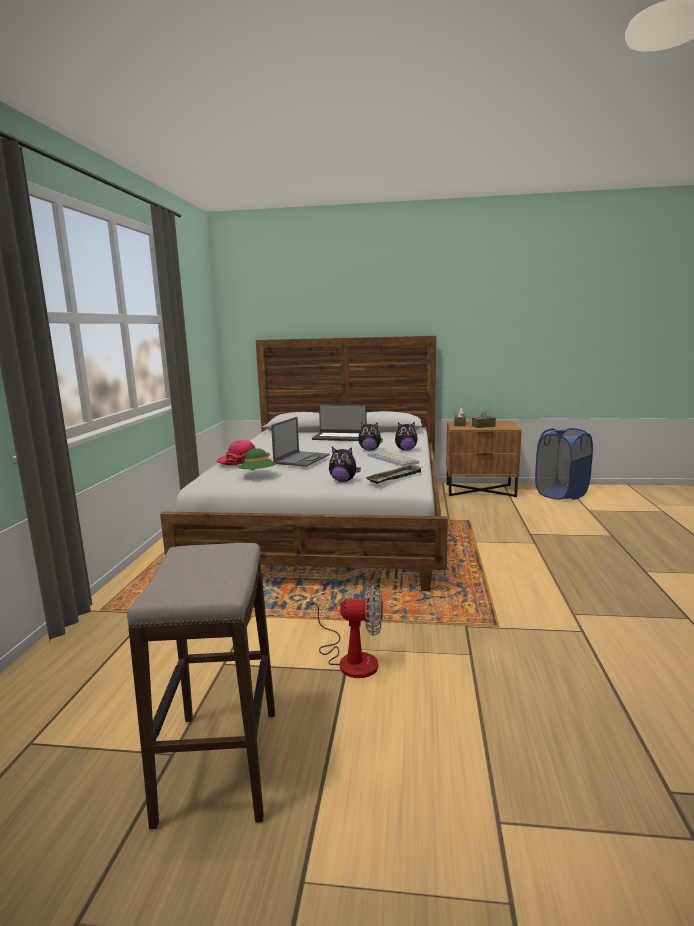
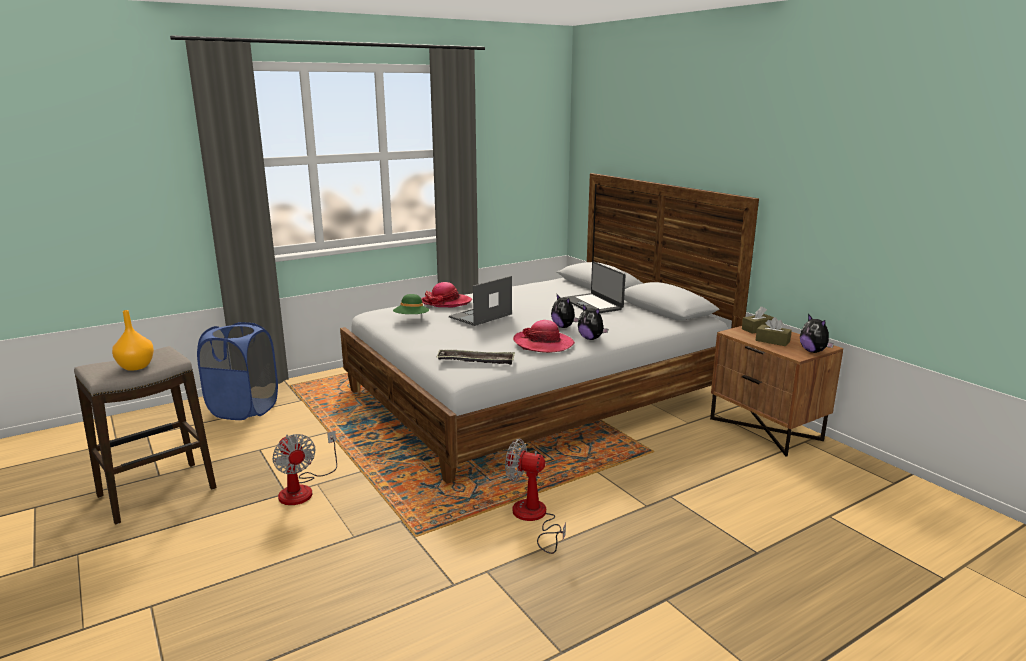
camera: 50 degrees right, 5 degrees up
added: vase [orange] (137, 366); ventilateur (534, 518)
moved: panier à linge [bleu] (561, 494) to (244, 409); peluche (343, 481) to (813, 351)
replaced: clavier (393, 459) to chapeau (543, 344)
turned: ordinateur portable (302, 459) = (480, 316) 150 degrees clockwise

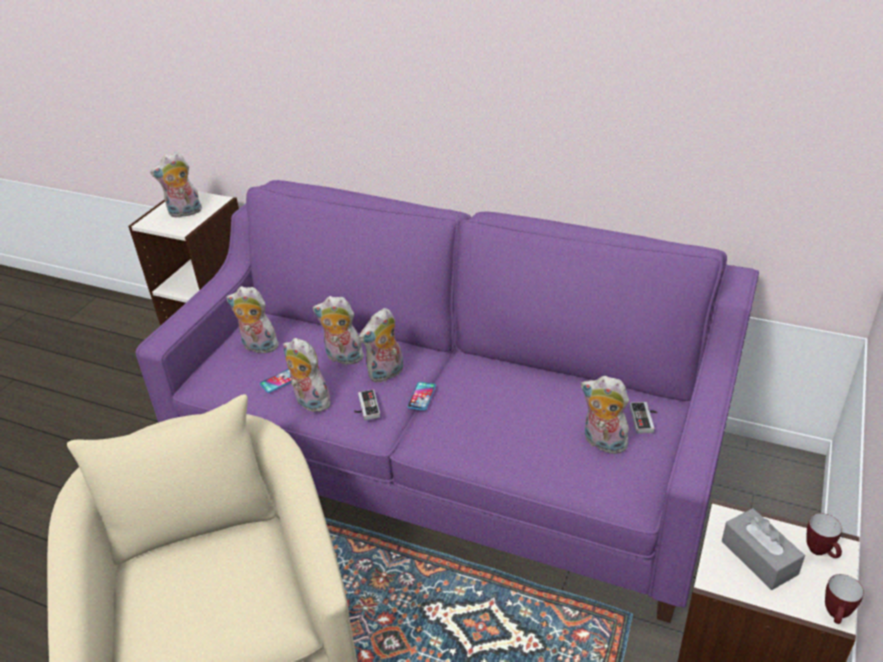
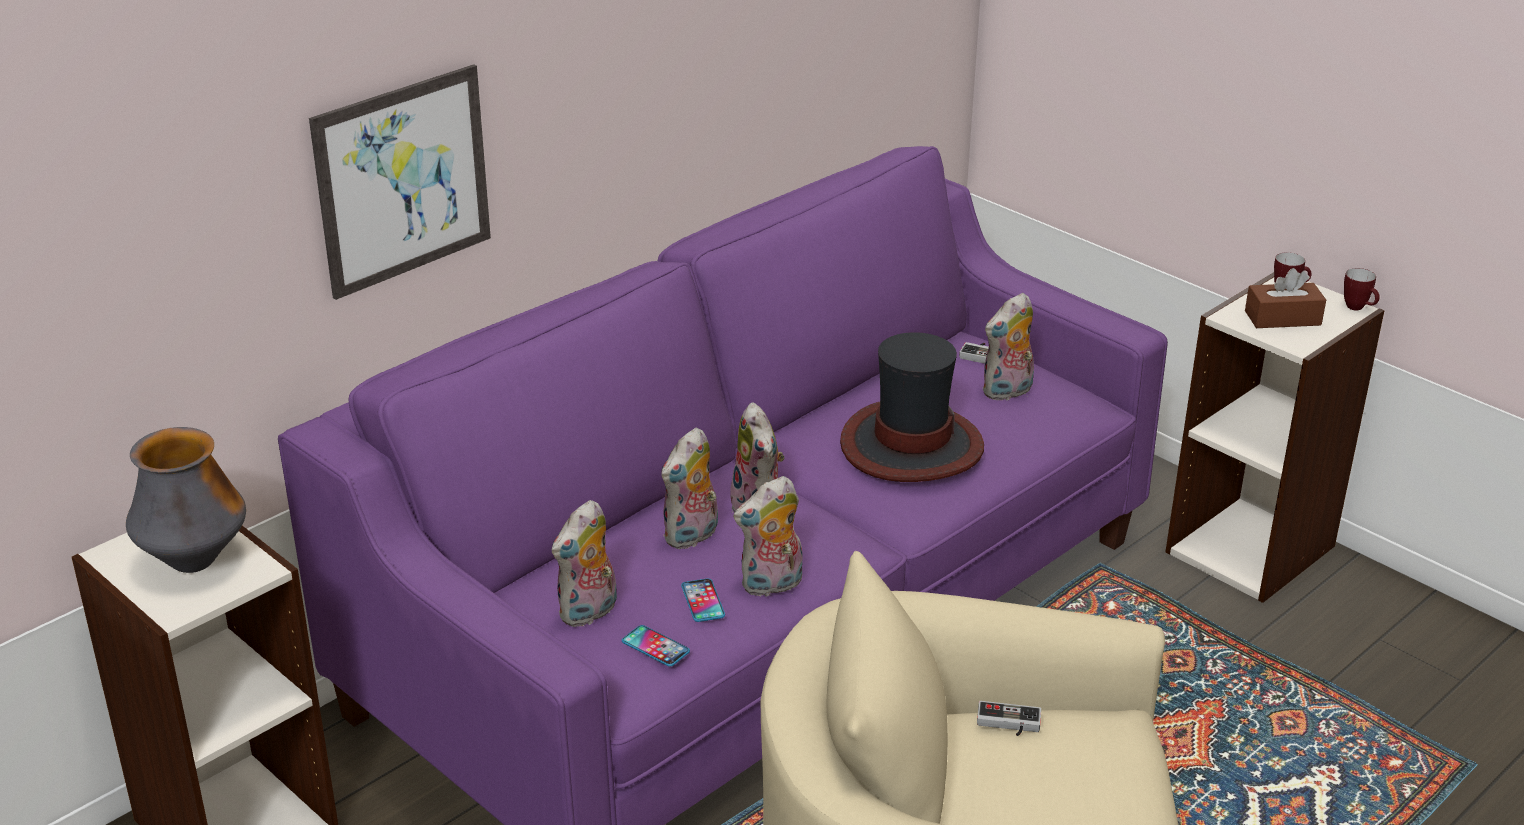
camera: 70 degrees left, 5 degrees down
added: tableau (403, 180); chapeau (911, 445)
moved: téléphone (421, 396) to (655, 647); manette (365, 407) to (1008, 724)
replaced: peluche (184, 213) to vase (194, 561)
recoloured: boîte à mouchoirs [gris] (759, 557) to boîte à mouchoirs [marron] (1282, 318)

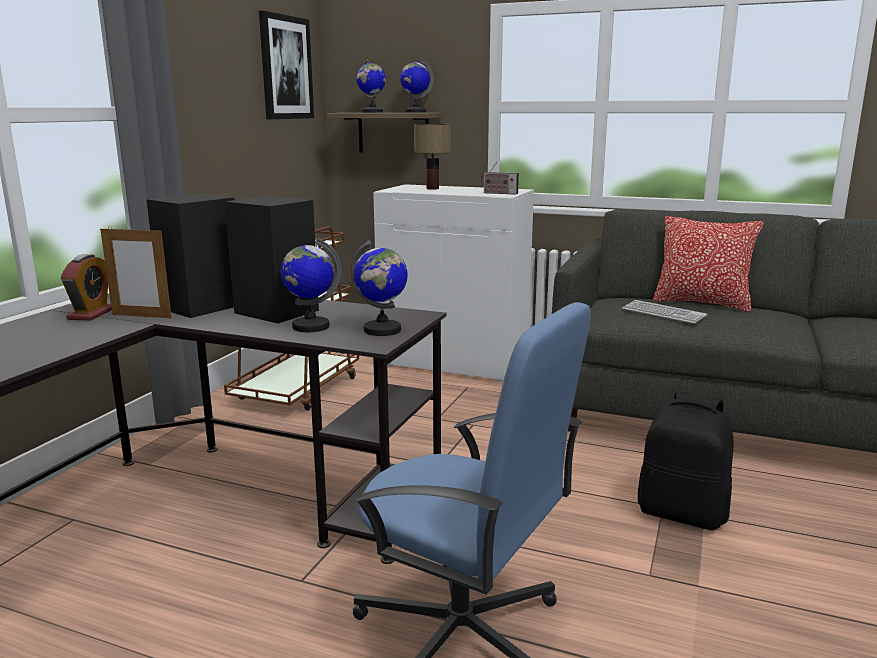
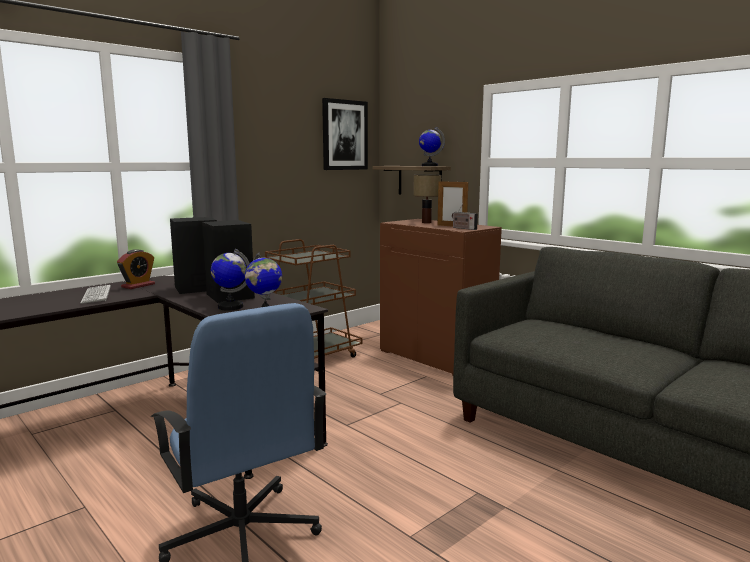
camera: 25 degrees right, 5 degrees down
removed: globe (372, 112); sac à dos [noir] (682, 513); coussin (702, 303)
moved: clavier (663, 313) to (96, 295); cadre photo (141, 316) to (451, 226)
recoloured: meuble de rangement [blanc] (455, 362) to meuble de rangement [marron] (436, 357)

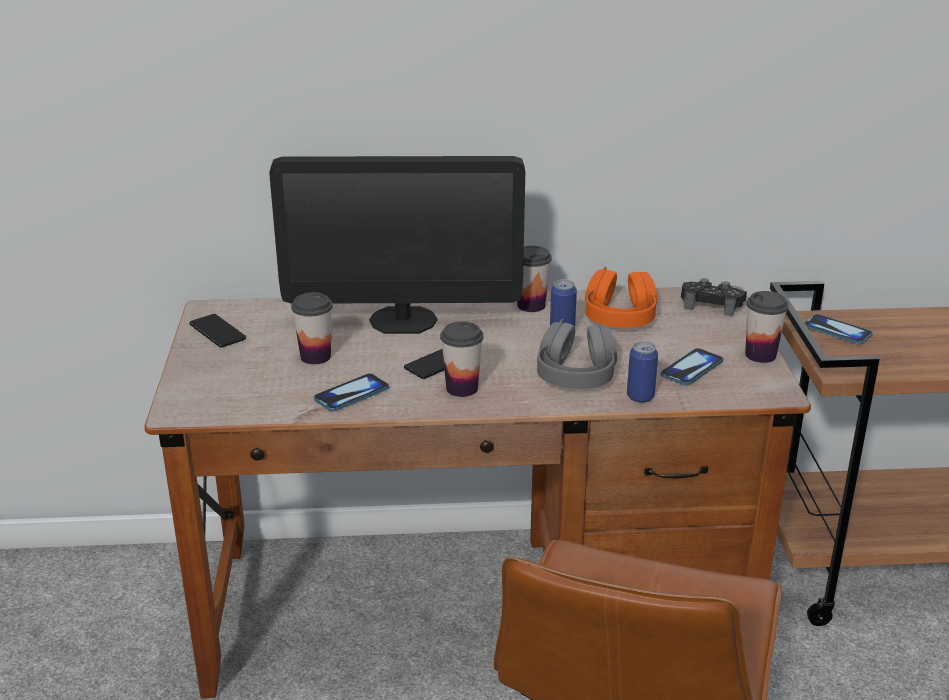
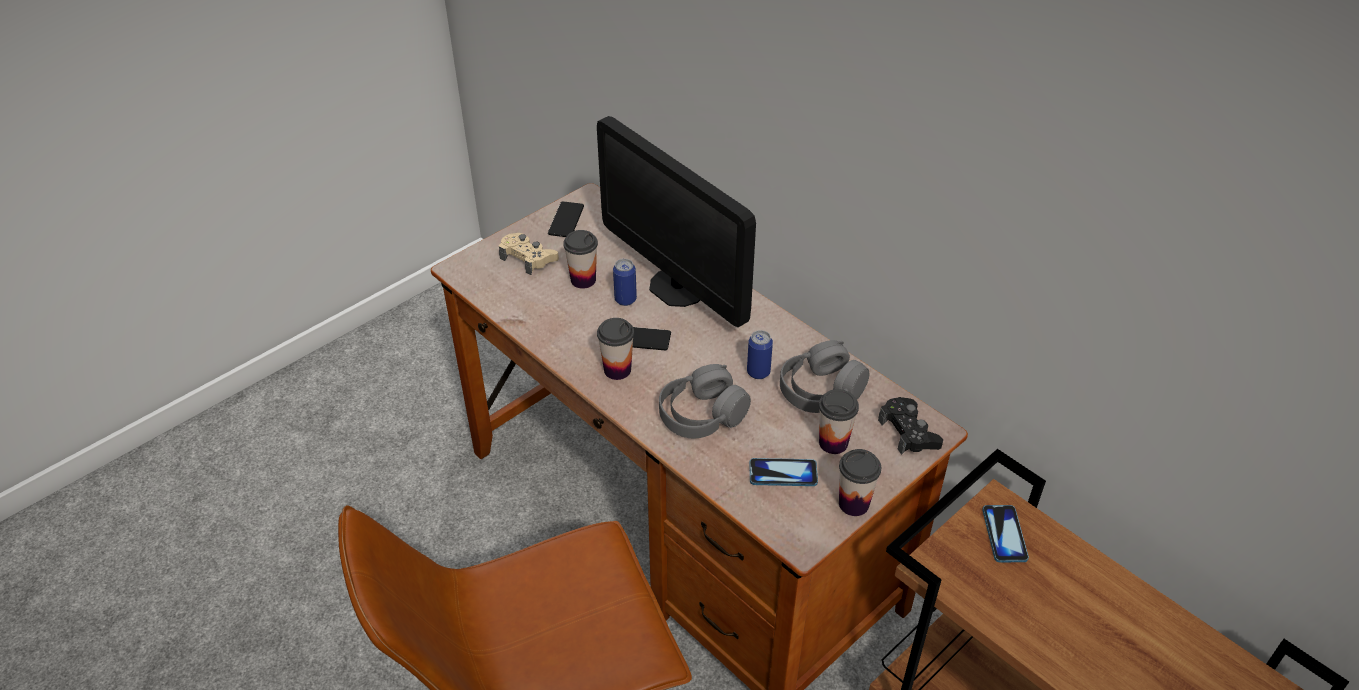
camera: 50 degrees right, 15 degrees up
removed: téléphone (351, 394)
added: manette [beige] (528, 258)
moved: boîte métallique (640, 397) to (625, 299); tasse (531, 305) to (833, 443)
recoloured: casque audio [orange] (620, 316) to casque audio [gris] (820, 390)

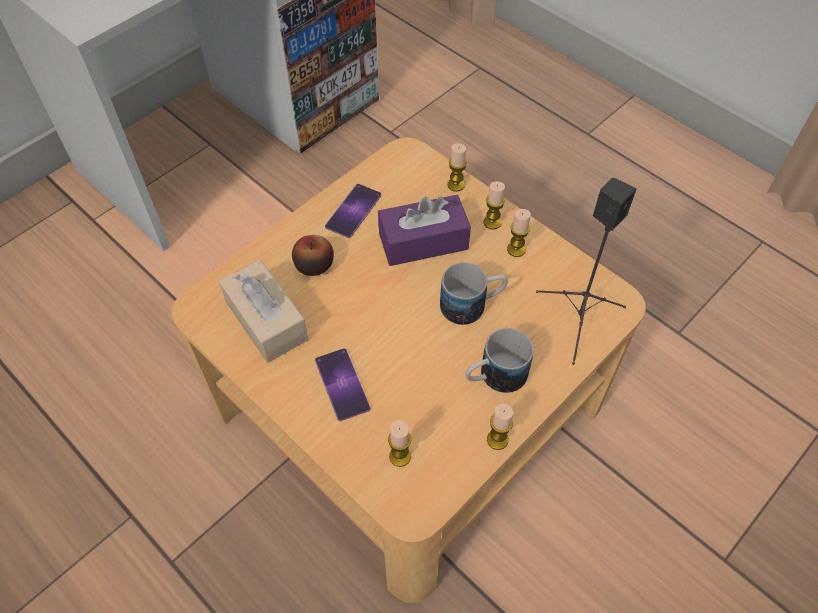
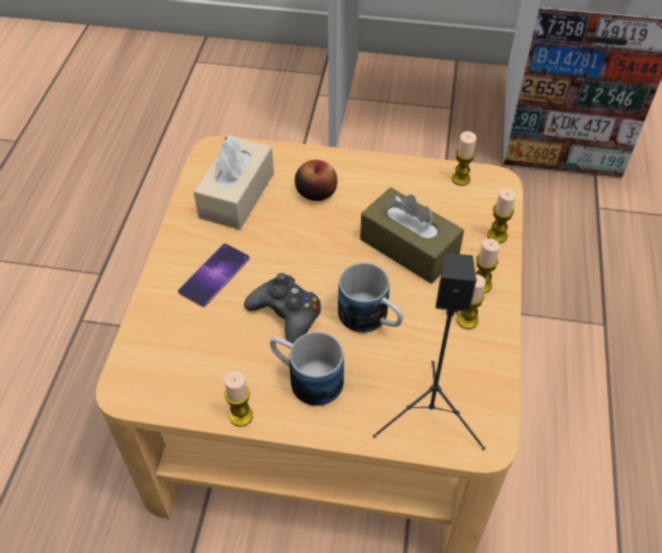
camera: 55 degrees right, 5 degrees down
removed: téléphone (353, 211)
added: manette [noir] (286, 313)
moved: bougie (400, 456) to (461, 179)
recoloured: boîte à mouchoirs [violet] (423, 241) to boîte à mouchoirs [marron] (409, 247)

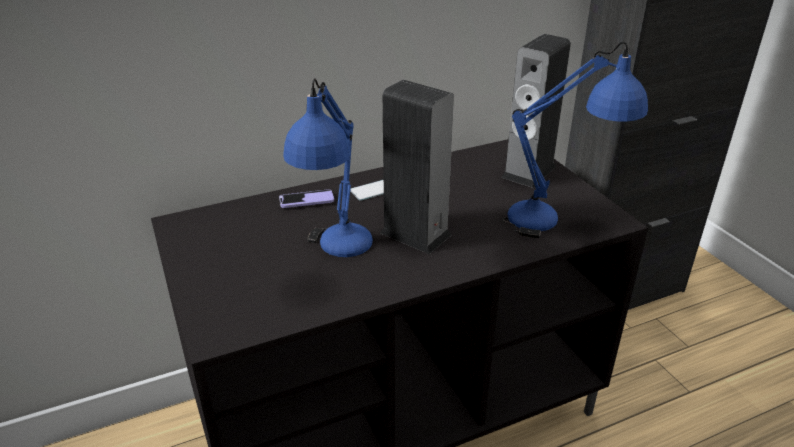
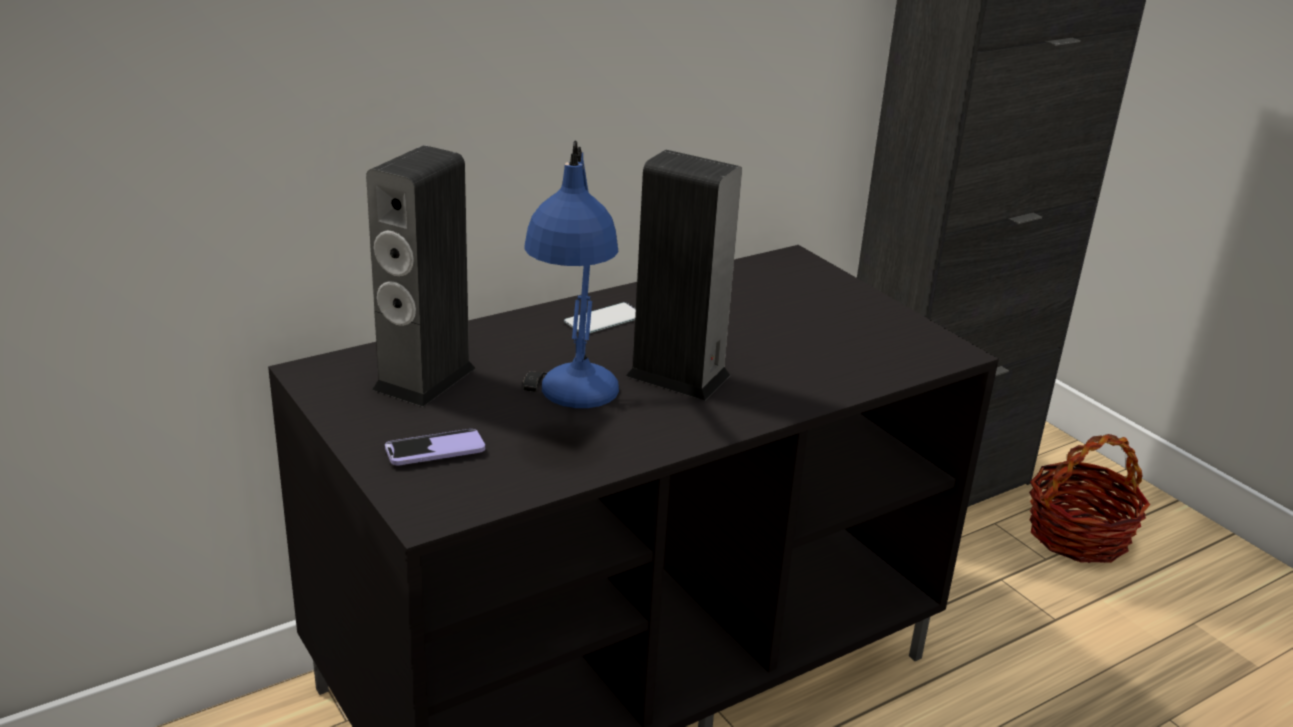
camera: 10 degrees left, 5 degrees down
removed: lampe de table [bleu] (560, 222)
added: panier (1078, 535)
moved: enceinte (528, 172) to (424, 378); téléphone (306, 200) to (435, 450)

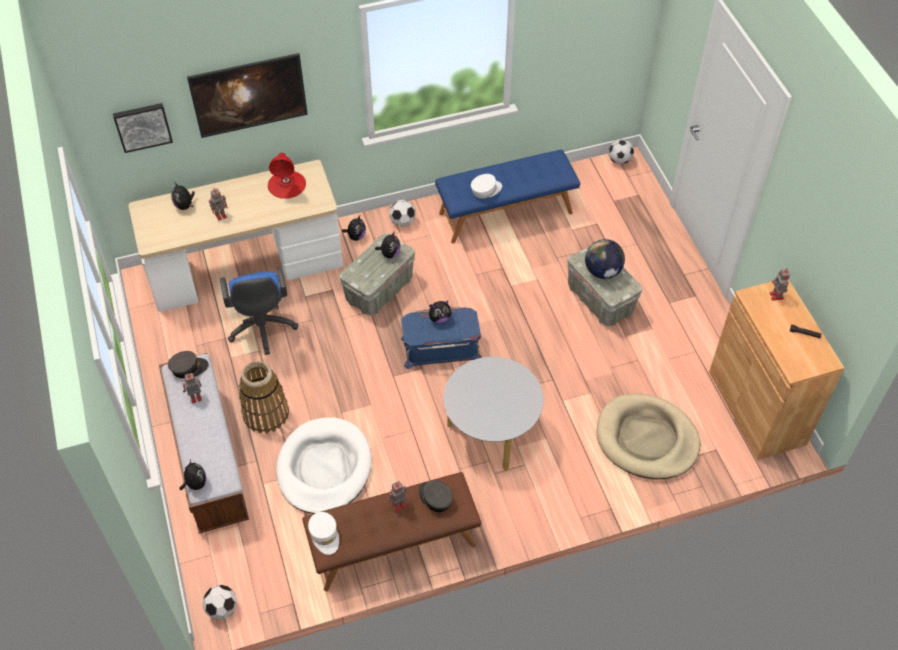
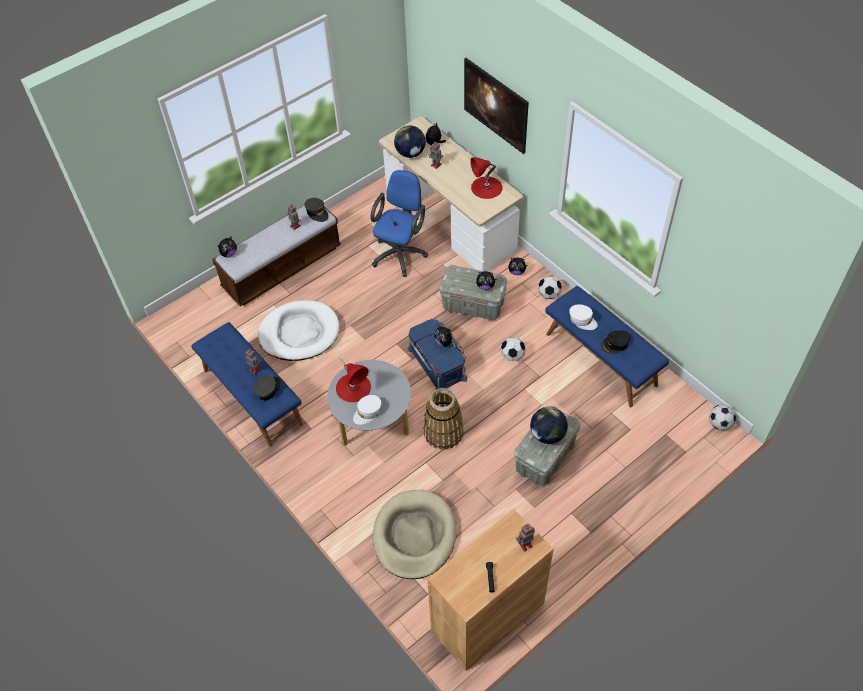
camera: 70 degrees right, 0 degrees up
removed: tableau (142, 126)
added: lampe de table [rouge] (353, 387); globe (410, 153); casquette [noir] (615, 343)
moved: casquette [blanc] (325, 535) to (367, 412); panier (266, 413) to (443, 433); ballon de foot (222, 608) to (512, 356)
recoloured: banc [marron] (394, 546) to banc [bleu] (251, 397)
turned: chaise de bureau [bleu] (262, 329) = (400, 252) 150 degrees clockwise

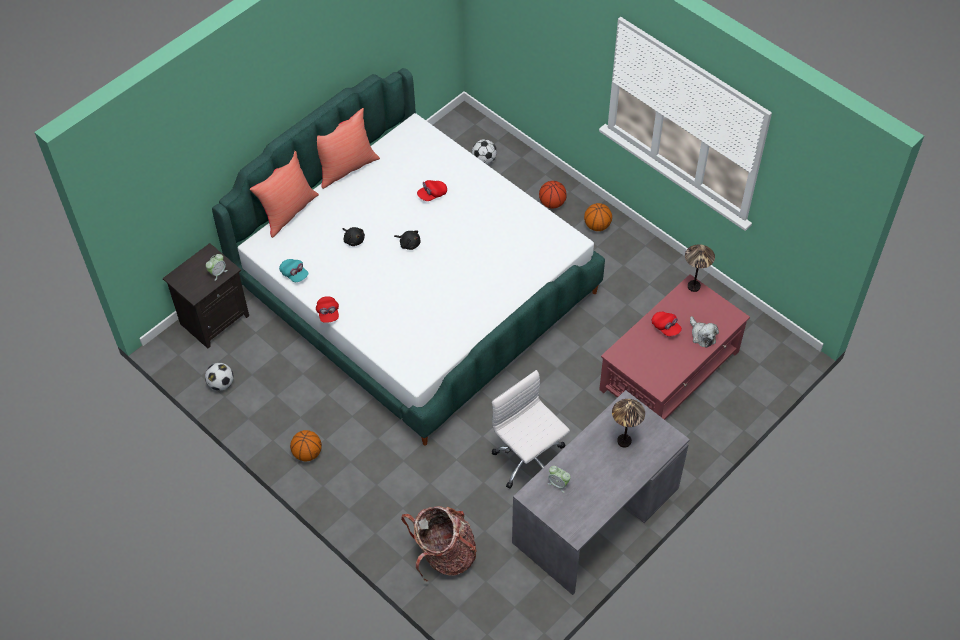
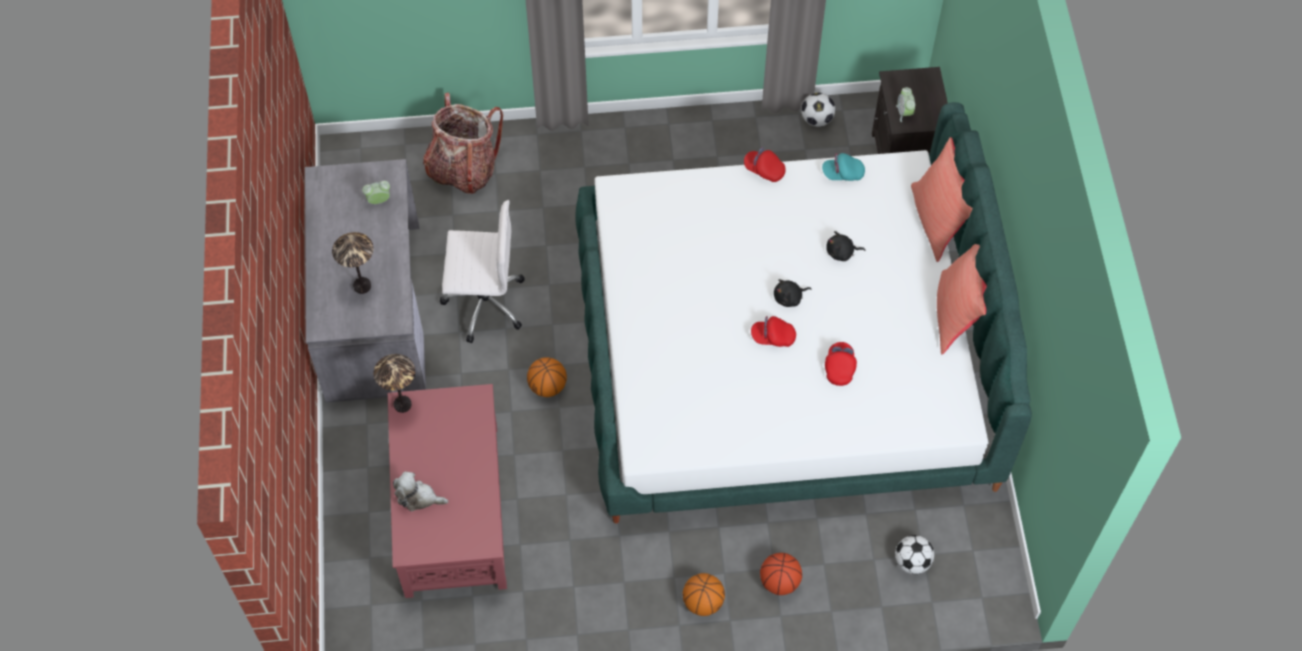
camera: 130 degrees right, 5 degrees up
moved: lampe de table (694, 286) to (402, 405); ballon de basket (307, 453) to (547, 386); casquette [rouge] (665, 327) to (773, 337)

